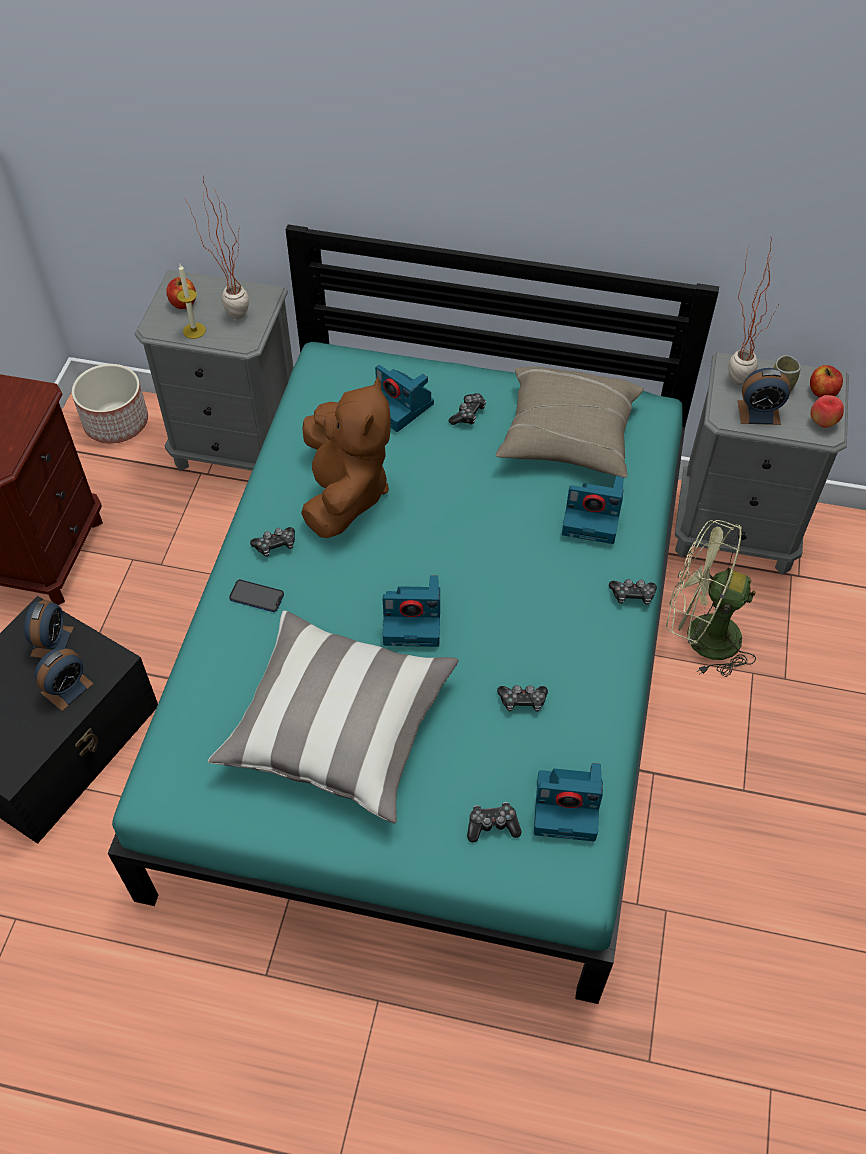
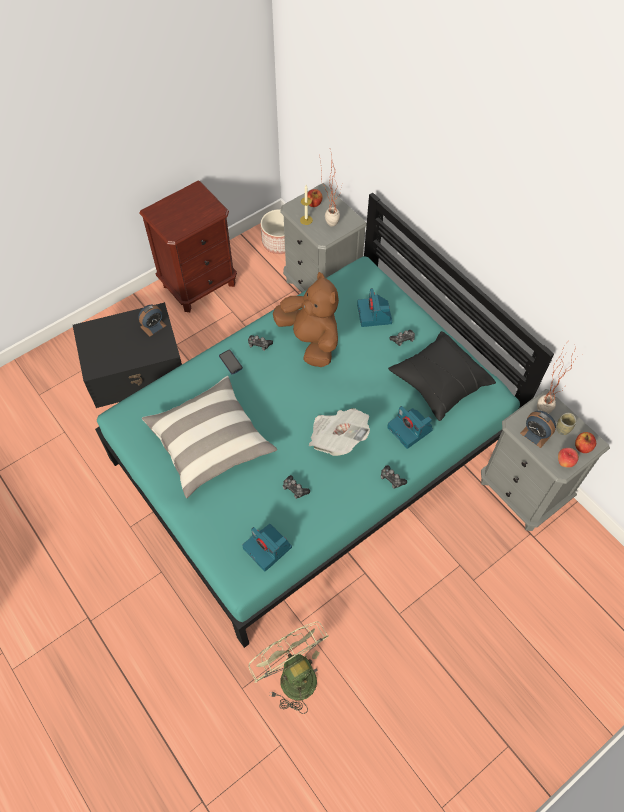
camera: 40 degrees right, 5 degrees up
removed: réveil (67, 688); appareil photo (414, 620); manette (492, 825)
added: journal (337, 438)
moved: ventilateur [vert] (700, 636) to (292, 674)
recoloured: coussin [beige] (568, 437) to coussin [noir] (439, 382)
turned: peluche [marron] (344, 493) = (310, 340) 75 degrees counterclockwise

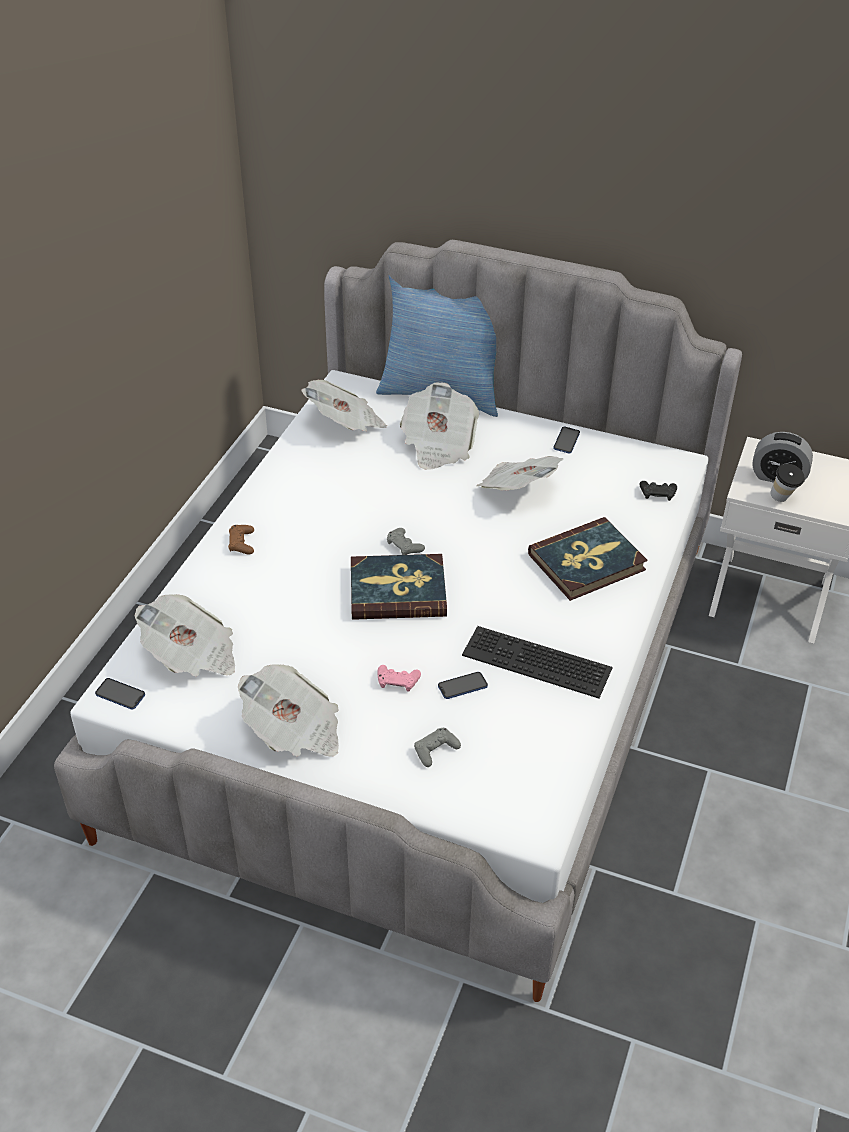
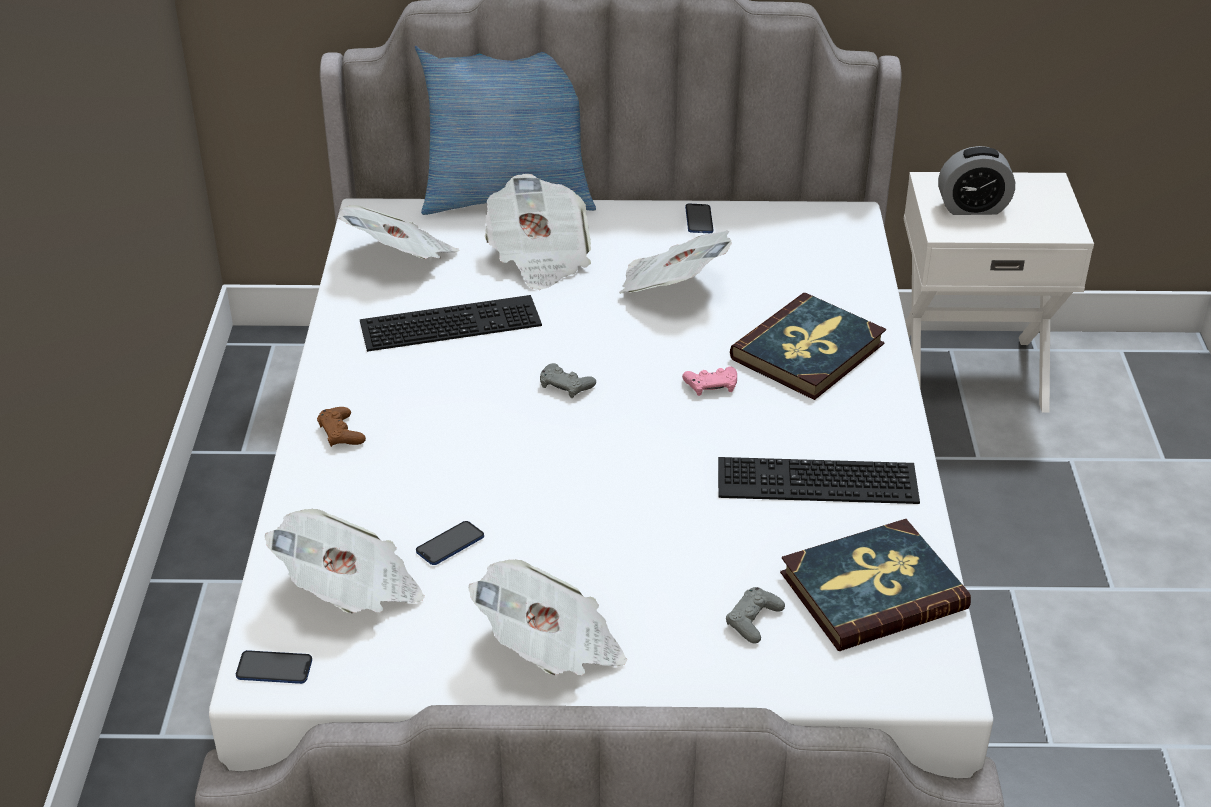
camera: 20 degrees left, 5 degrees down
removed: manette [noir] (657, 493); tasse (783, 499)
added: clavier (451, 321)
moved: téléphone (462, 686) to (450, 544); manette [rose] (398, 681) to (711, 385); livre (397, 591) to (872, 590)

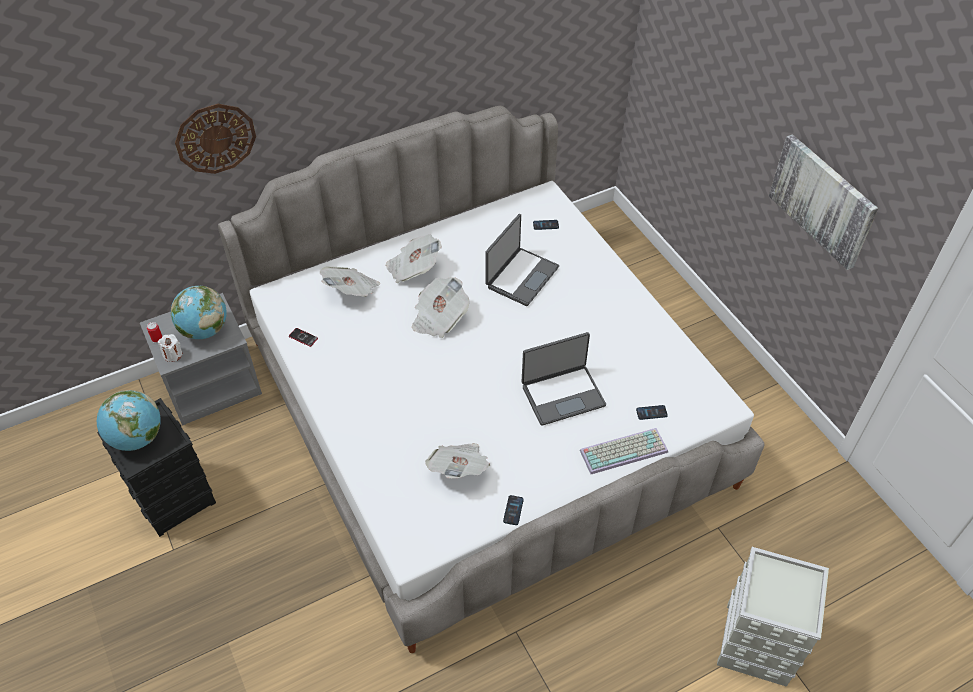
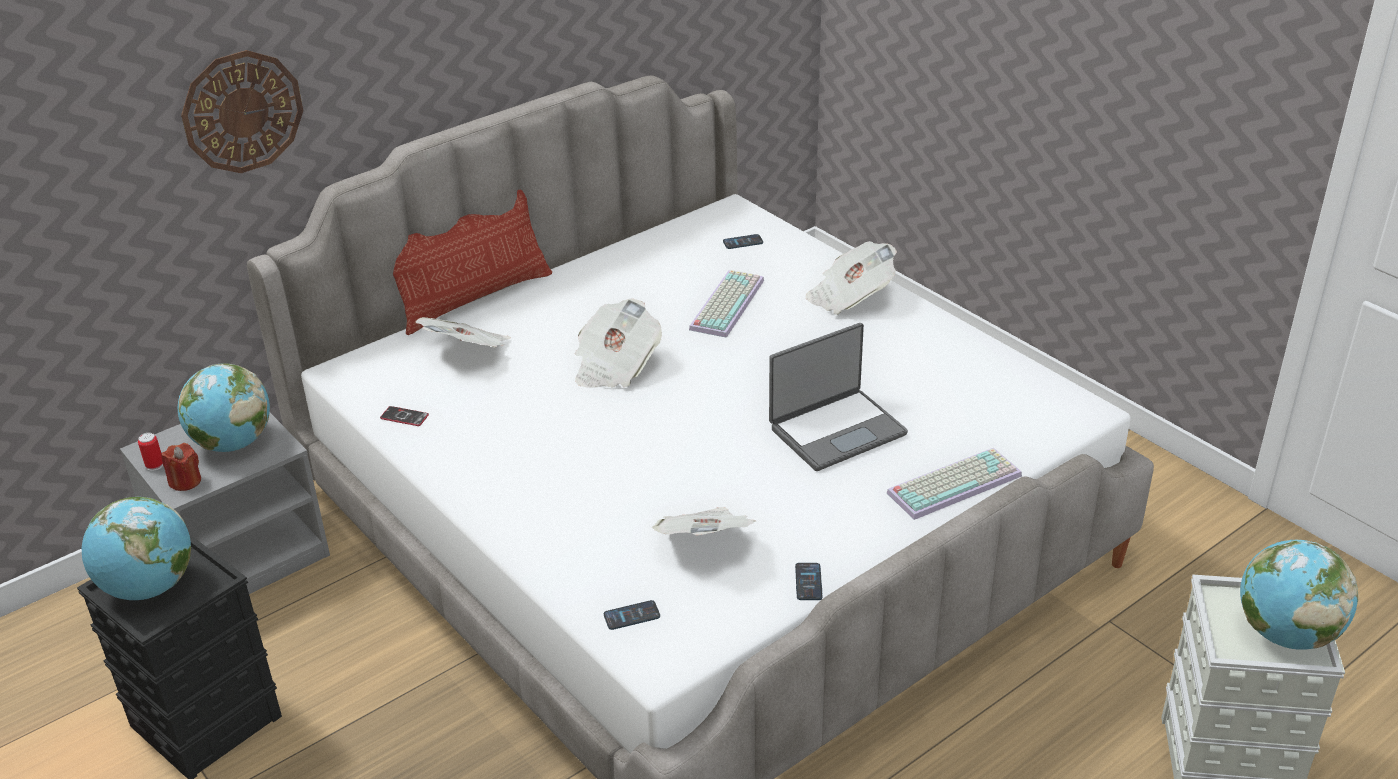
camera: 10 degrees left, 15 degrees down
removed: tableau (822, 200)
added: coussin (474, 298); globe (1285, 633)
moved: téléphone (651, 412) to (631, 616); journal (413, 268) to (850, 297)
replaced: ordinateur portable (521, 277) to clavier (725, 303)
recoloured: bougie [blanc] (173, 355) to bougie [rouge] (185, 481)

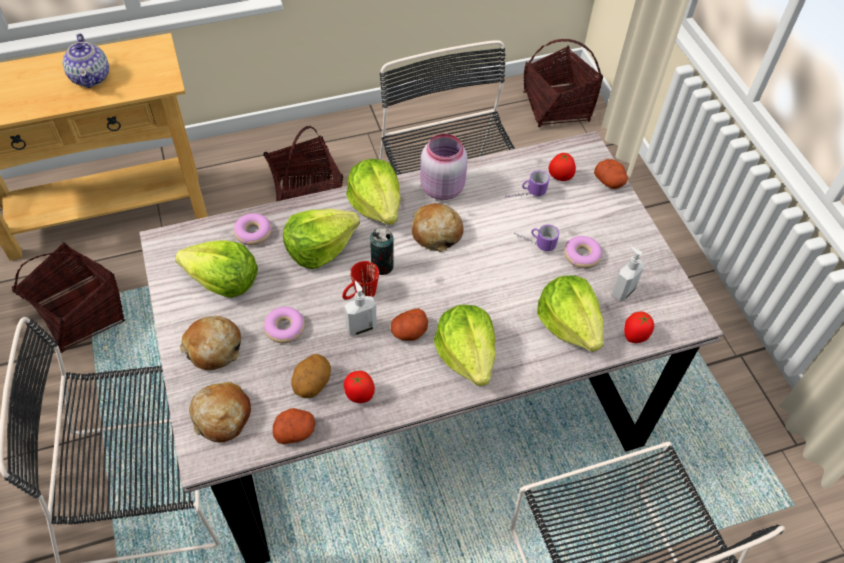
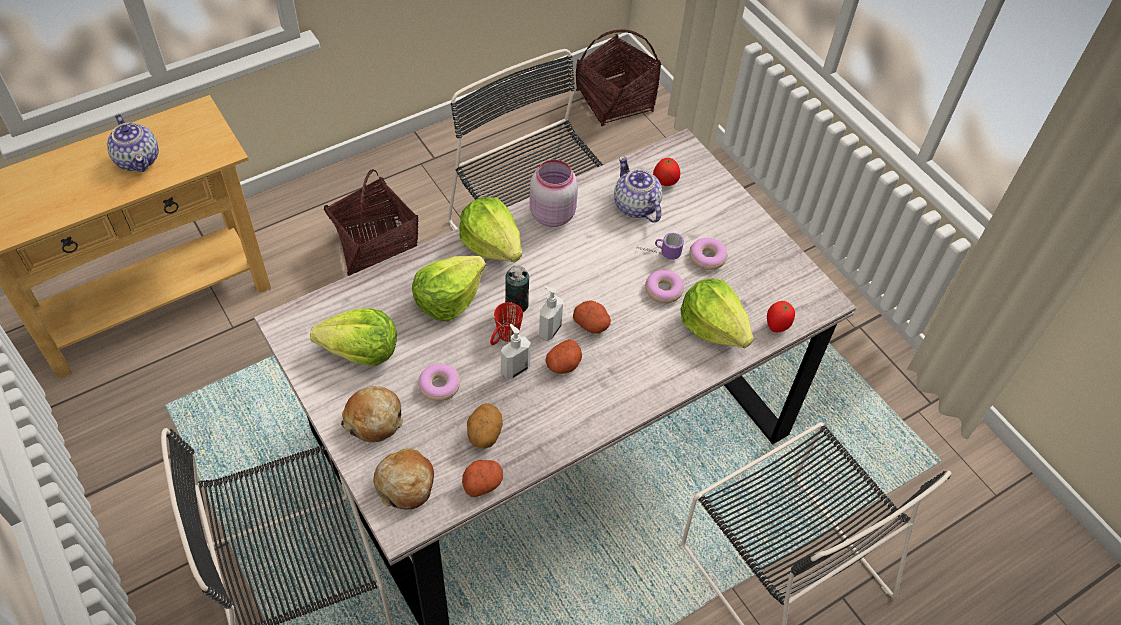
camera: 15 degrees left, 0 degrees up
removed: panier (80, 314); tomate (359, 395); pain (436, 233); laitue (466, 355)
moved: distributeur de savon (622, 291) to (549, 330); pomme de terre (610, 181) to (592, 324); beignet (253, 233) to (664, 290)
replaced: mug (525, 195) to théière (636, 206)

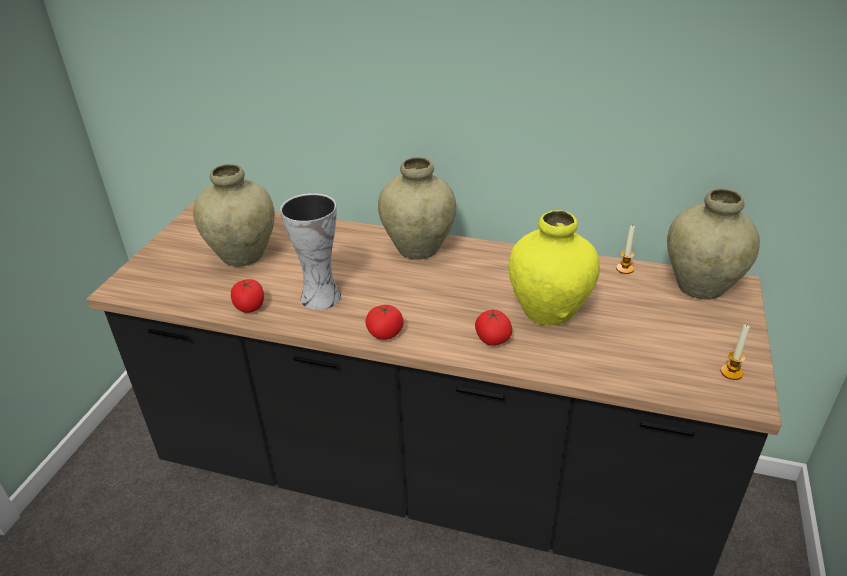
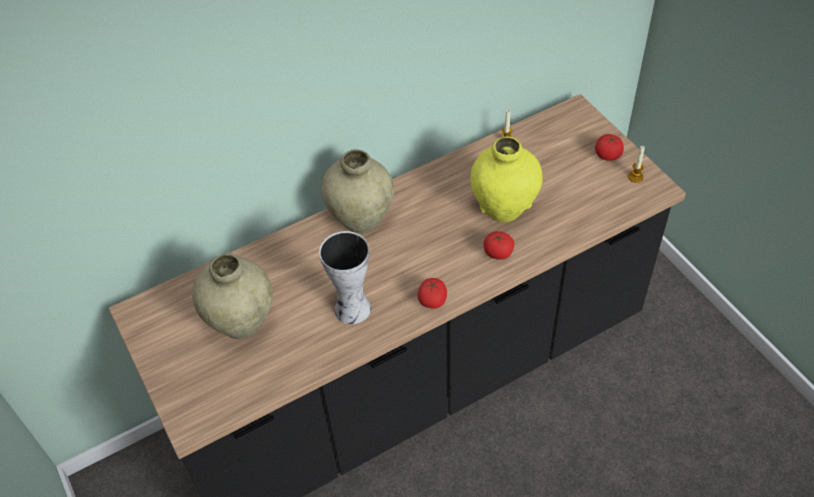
camera: 45 degrees left, 15 degrees up
removed: vase [beige] (700, 287)
moved: tomate (250, 307) to (608, 155)

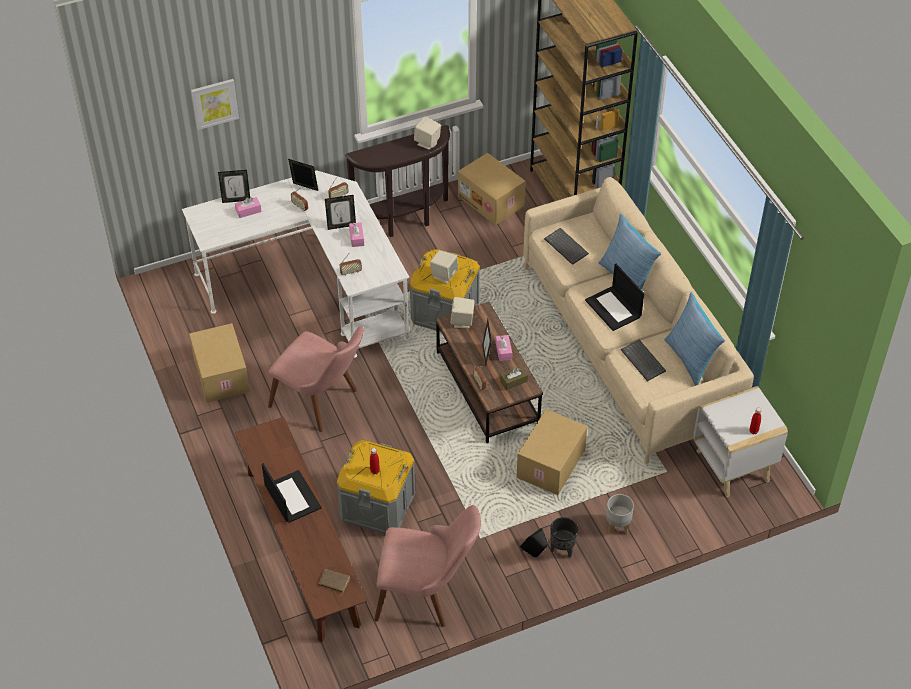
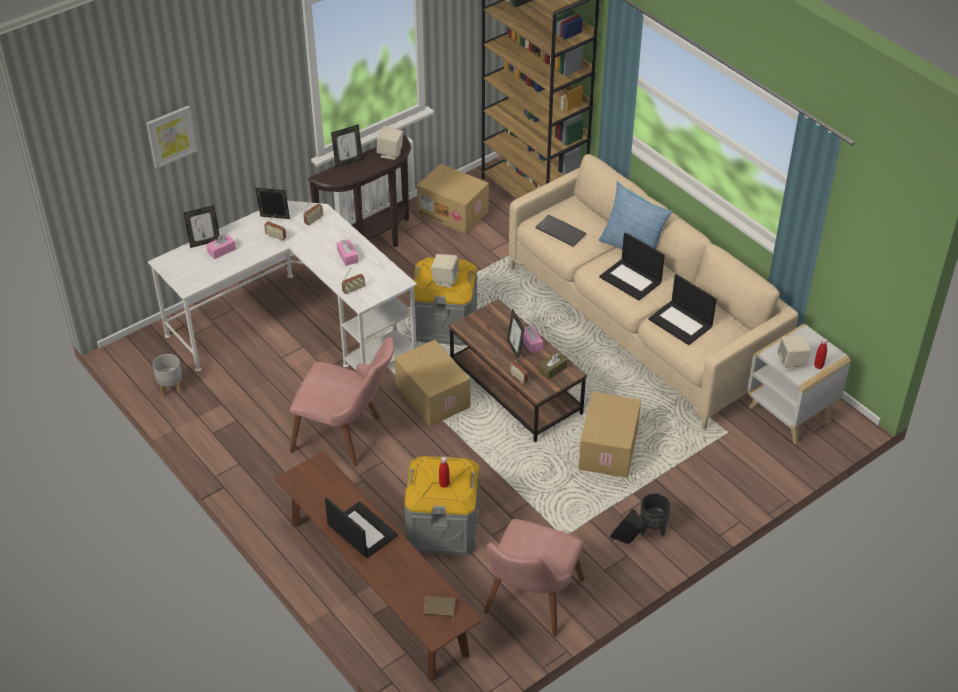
camera: 15 degrees left, 5 degrees down
removed: coussin (691, 360)
moved: cache-pot [gris] (617, 525) to (171, 388); cadre photo (341, 226) to (348, 161); carton (220, 374) to (431, 397); enceinte [beige] (462, 322) to (791, 363)
replaced: clavier (644, 361) to ordinateur portable (681, 323)
turned: chaise [rose] (427, 594) = (528, 605) 120 degrees clockwise

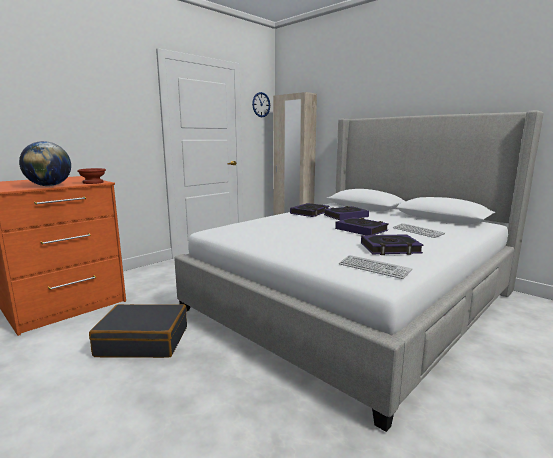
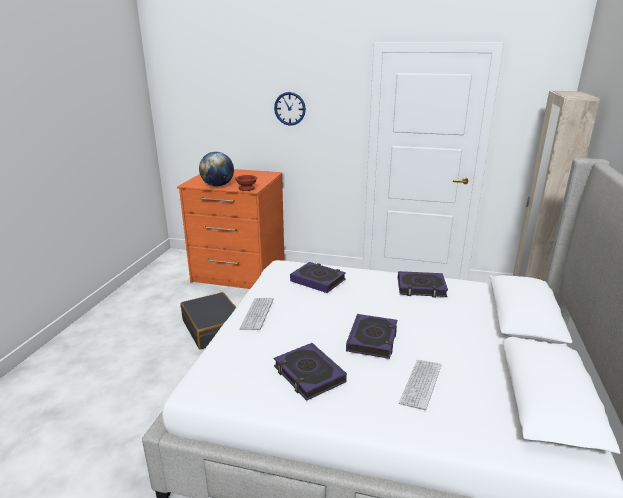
camera: 60 degrees right, 10 degrees up
moved: clavier (374, 268) to (257, 314); horloge murale (261, 104) to (290, 108); livre (345, 216) to (318, 280)

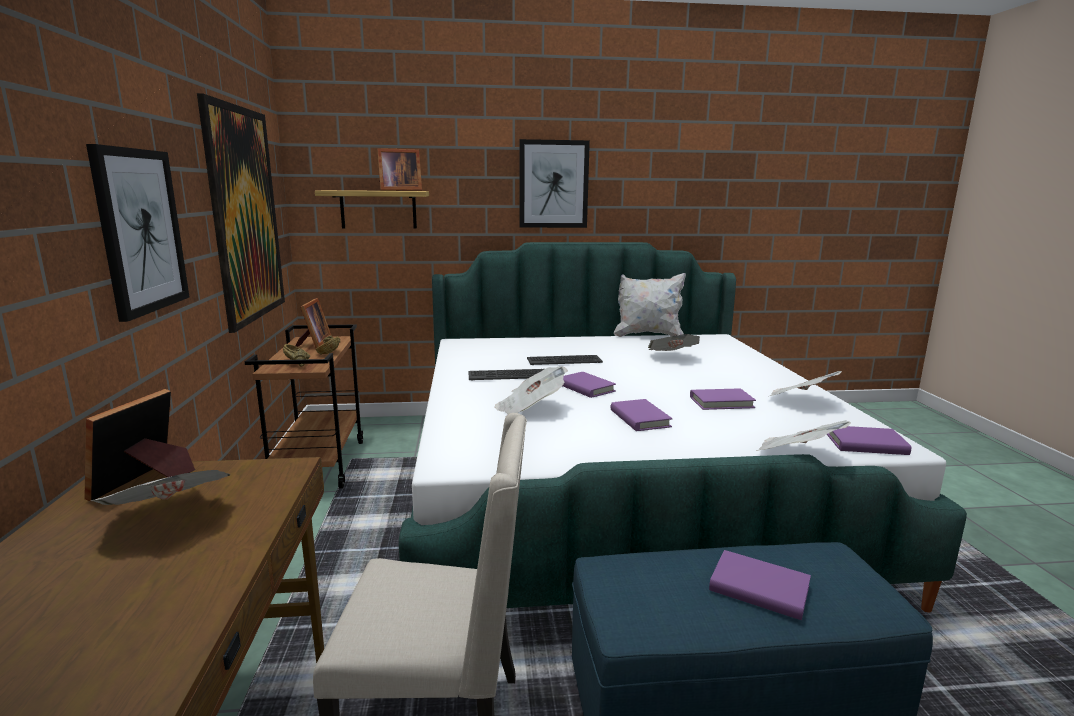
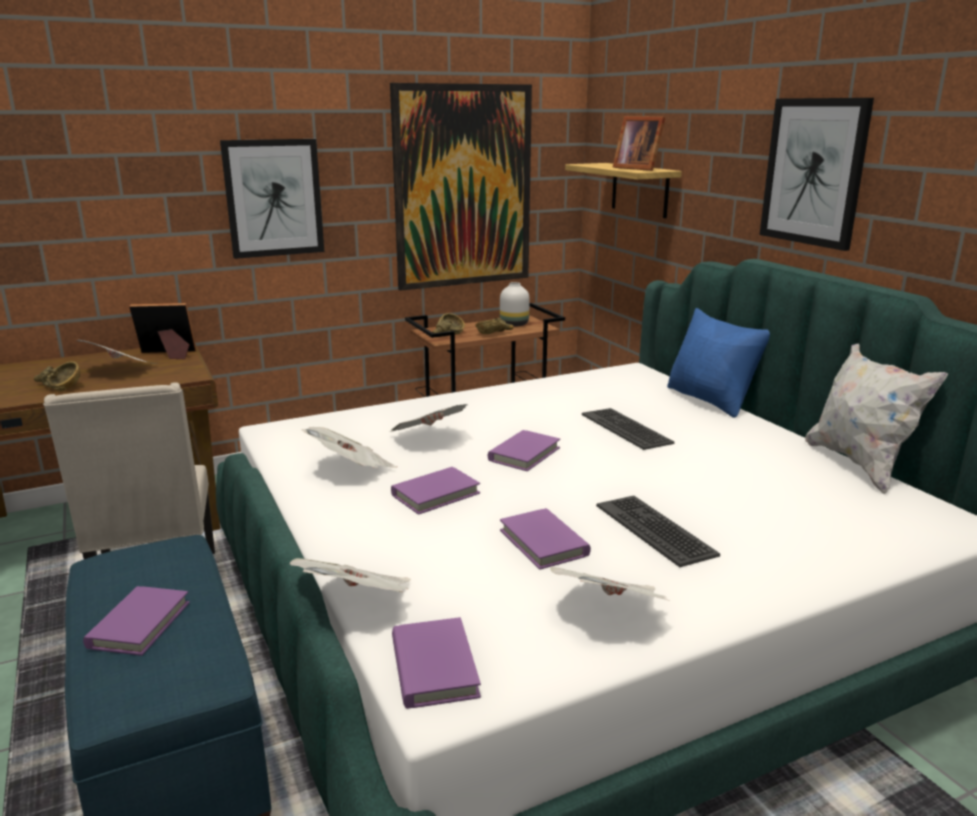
camera: 70 degrees right, 5 degrees up
added: bol [marron] (57, 387); coussin [bleu] (711, 400)
moved: journal (672, 357) to (352, 470); clavier (508, 375) to (655, 530)
replaced: cadre photo (314, 343) to vase [blanc] (514, 324)

